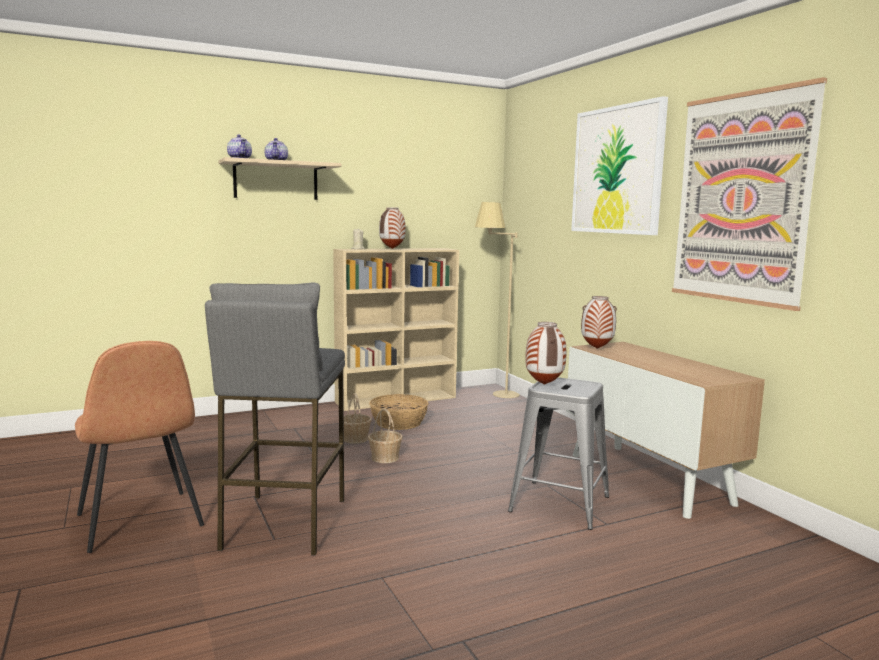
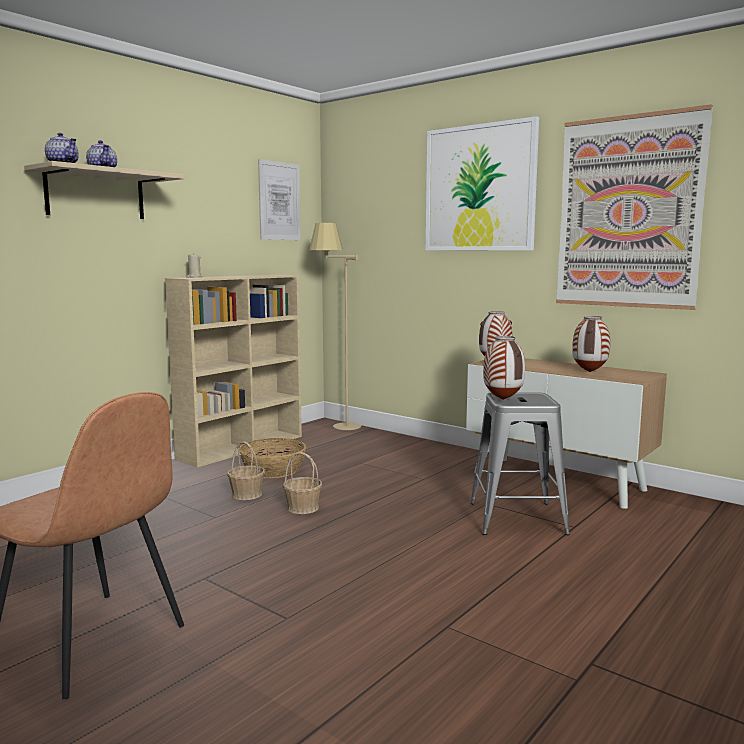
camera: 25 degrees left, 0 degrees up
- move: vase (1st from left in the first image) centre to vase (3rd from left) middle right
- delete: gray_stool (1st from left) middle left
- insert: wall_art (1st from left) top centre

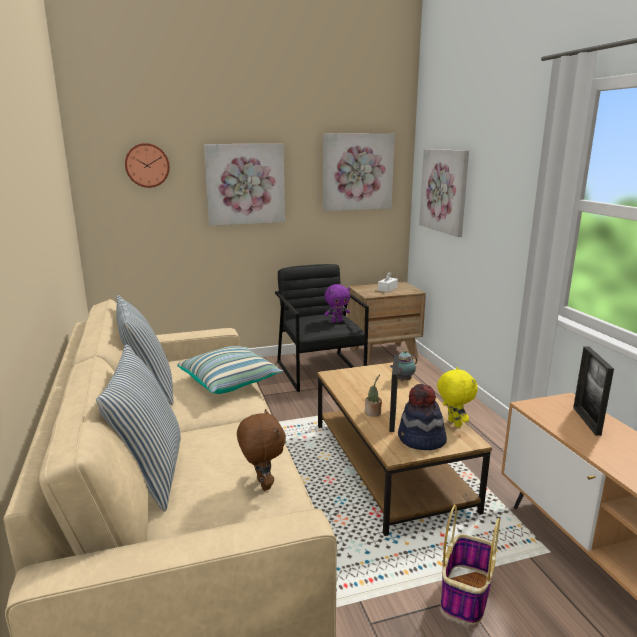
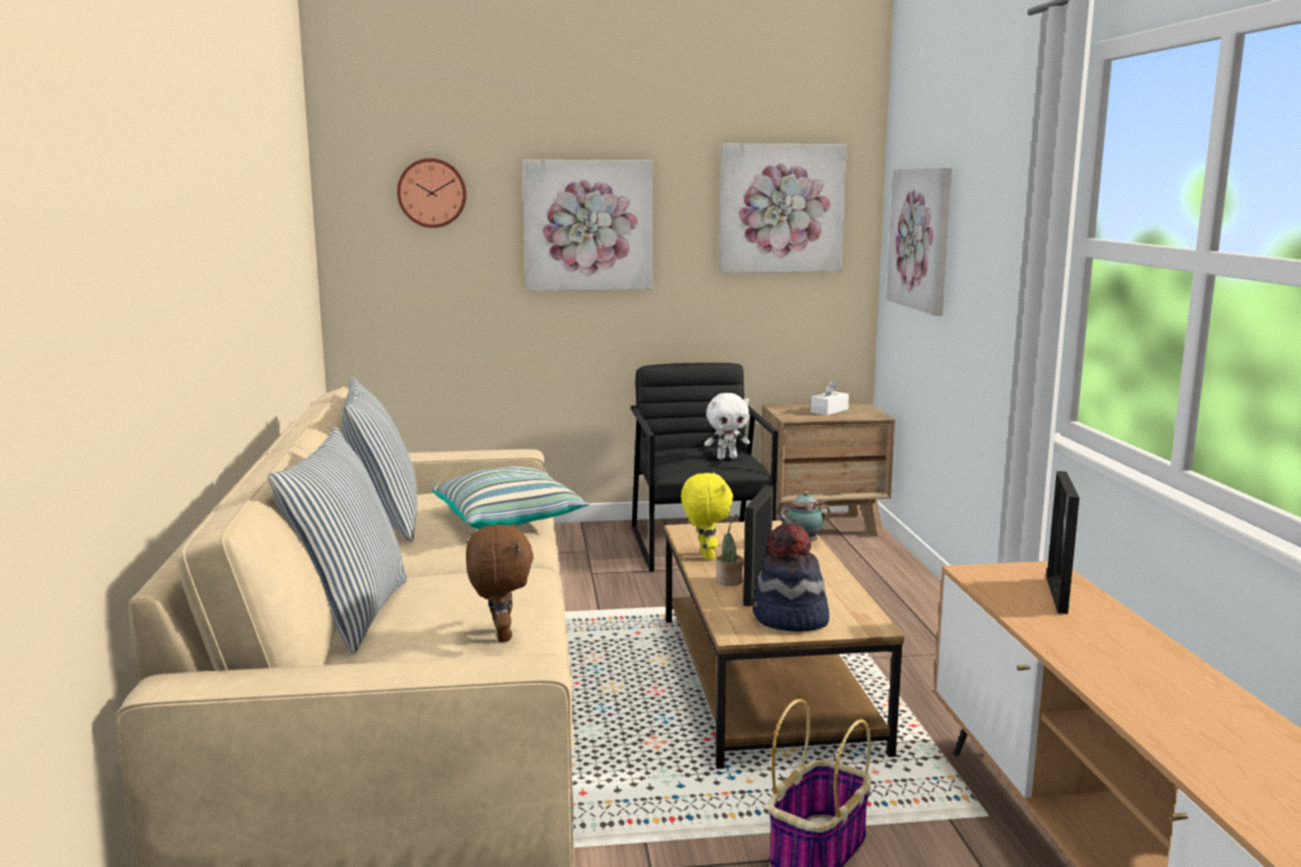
camera: 10 degrees right, 5 degrees down
- recolor: purplish_plush_toy centre to white_plush_toy centre
- move: yellowish_plush_toy middle right to centre

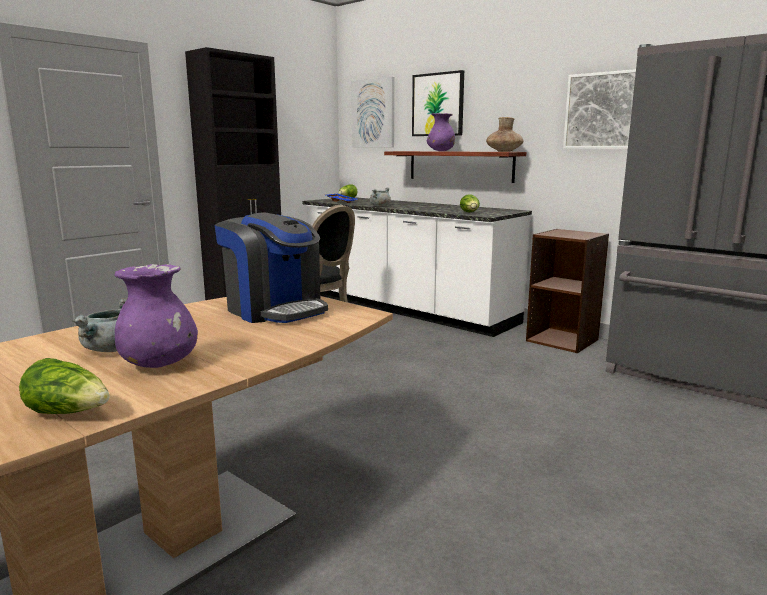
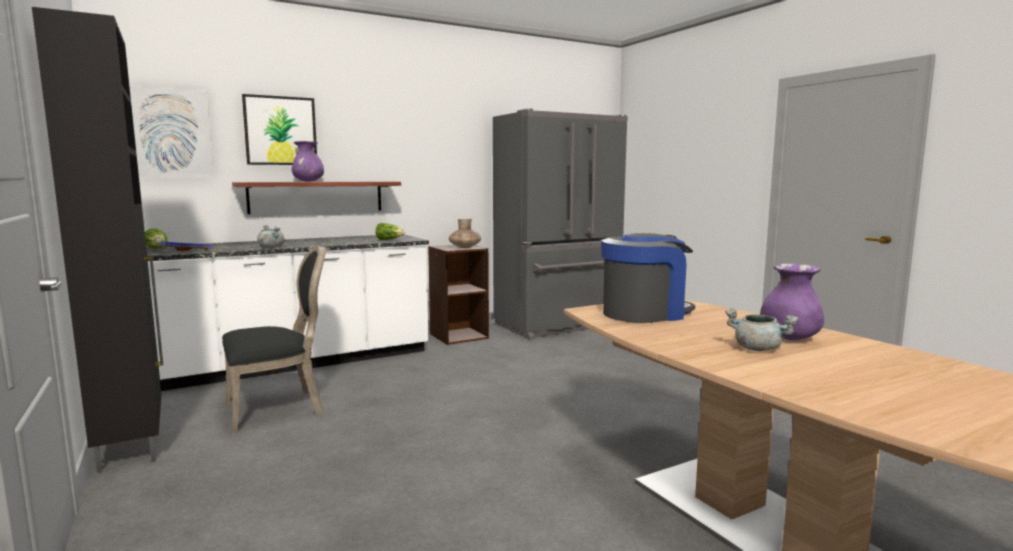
camera: 70 degrees left, 5 degrees down
- delete: wall_art (3rd from left) top right
- move: brown_vase top centre to centre
- delete: lettuce (1st from left) middle left

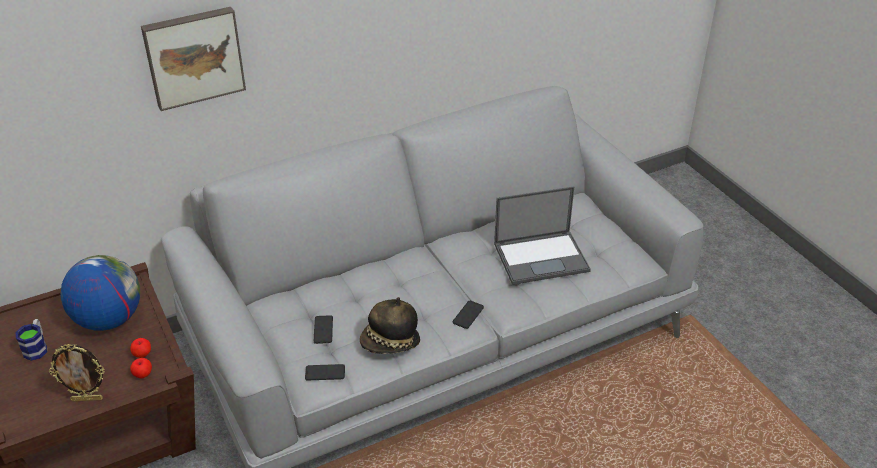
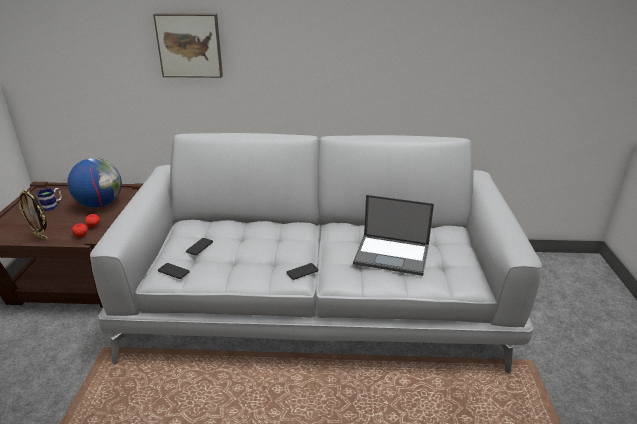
camera: 30 degrees right, 10 degrees down
- delete: hat bottom centre

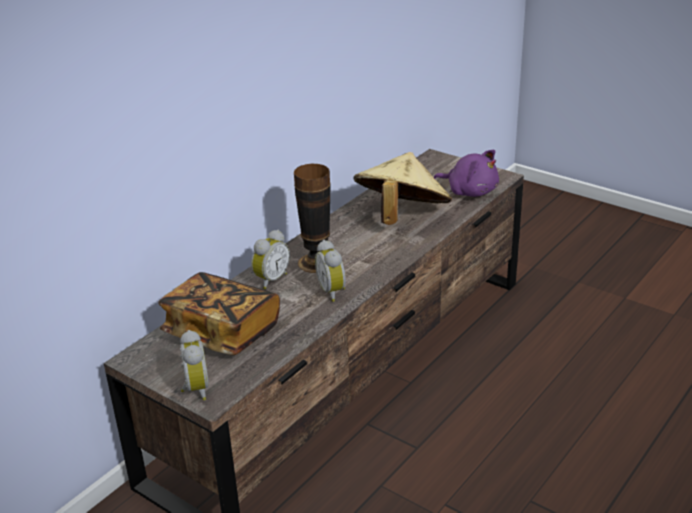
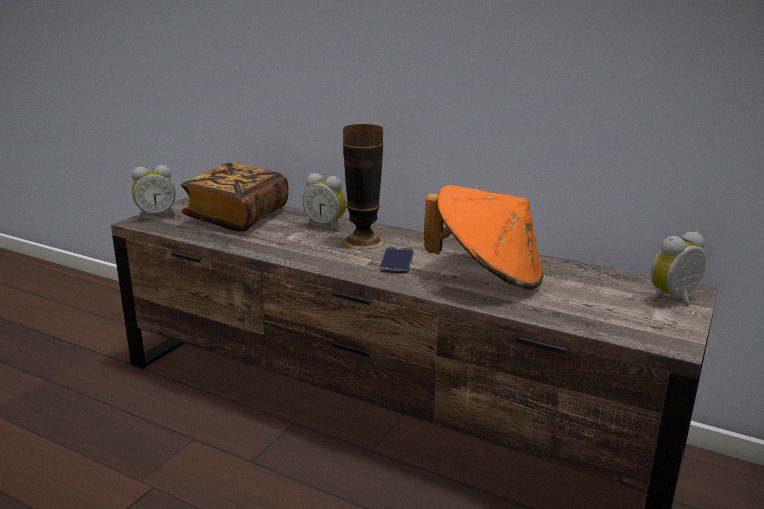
camera: 80 degrees right, 10 degrees down
- delete: purplish_plush_toy middle right
- recolor: sand-coloured_hat centre to orange_hat centre
- move: table_clock (3rd from left) centre to middle right
- insert: phone centre

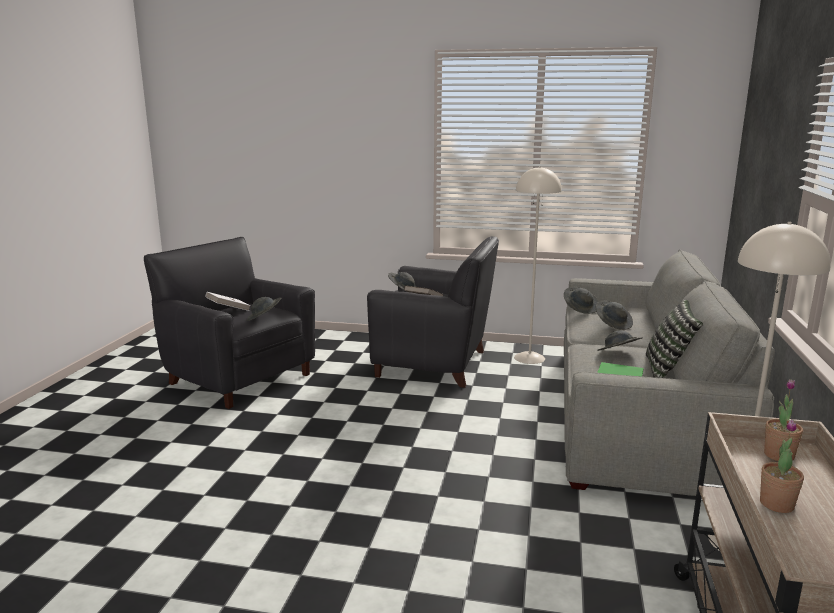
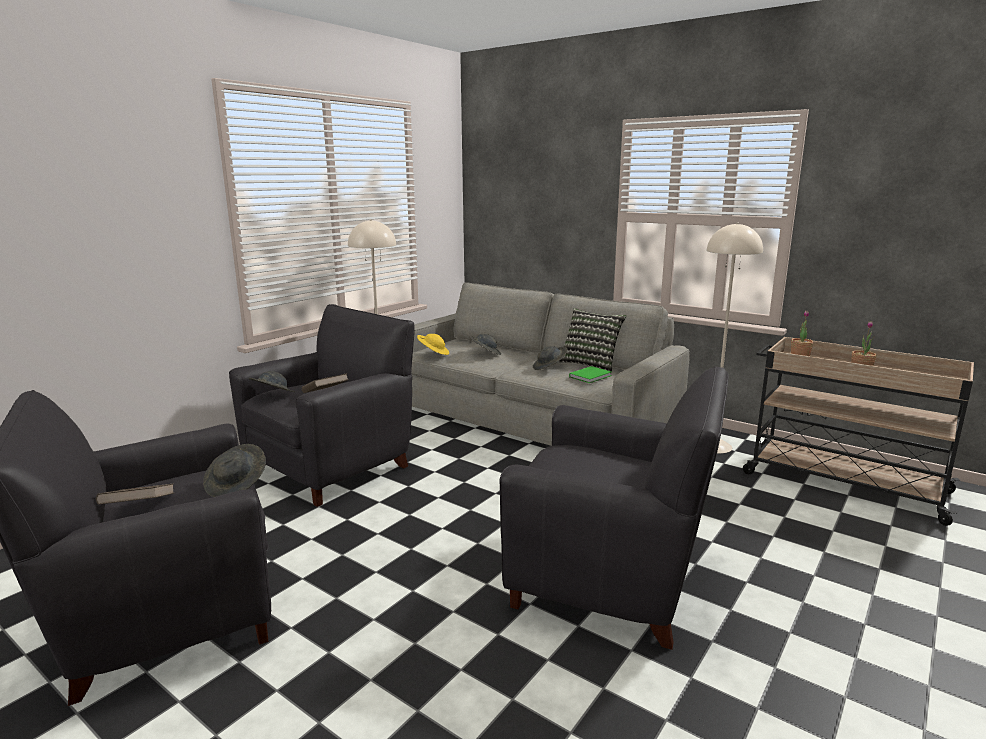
camera: 65 degrees left, 0 degrees up
- recolor: gray_hat (3rd from left) middle right to yellowish_hat centre
- recolor: white_volume middle left to brown_volume (1st from left) bottom left
- insert: black-coloured_easy_chair (3rd from left) bottom centre

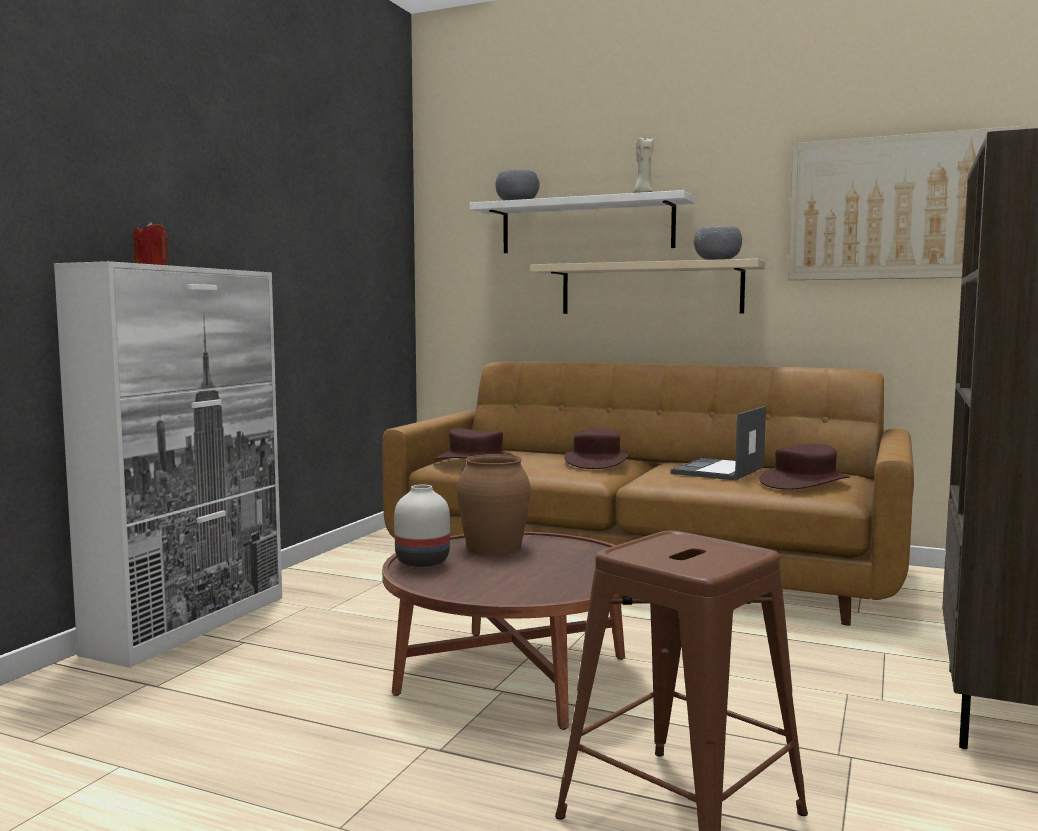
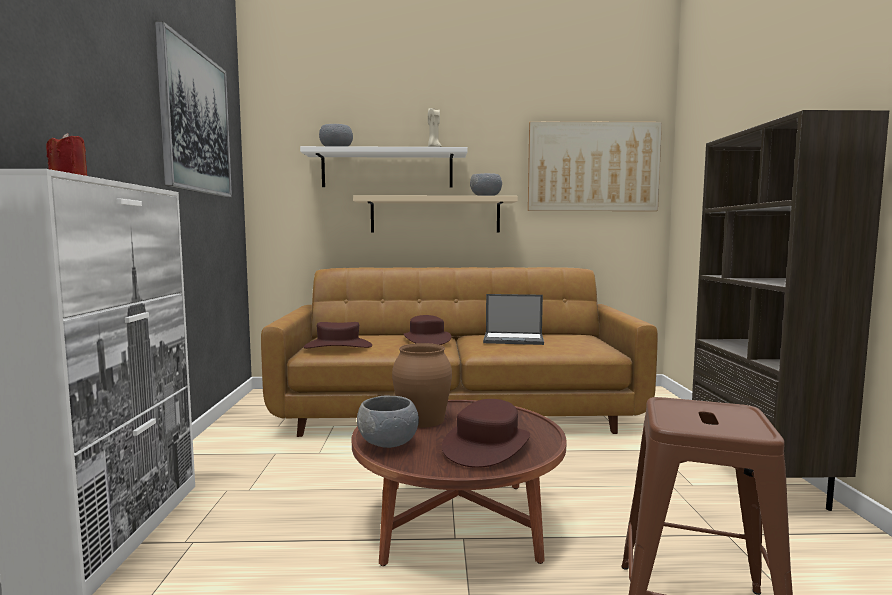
camera: 25 degrees left, 0 degrees up
- rotate: portable_computer middle right = centre 90 degrees counterclockwise
- move: brown_hat (3rd from left) middle right to bottom centre
- replace: white_vase centre to gray_bowl (2nd from left) bottom centre
- insert: wall_art (1st from left) top left

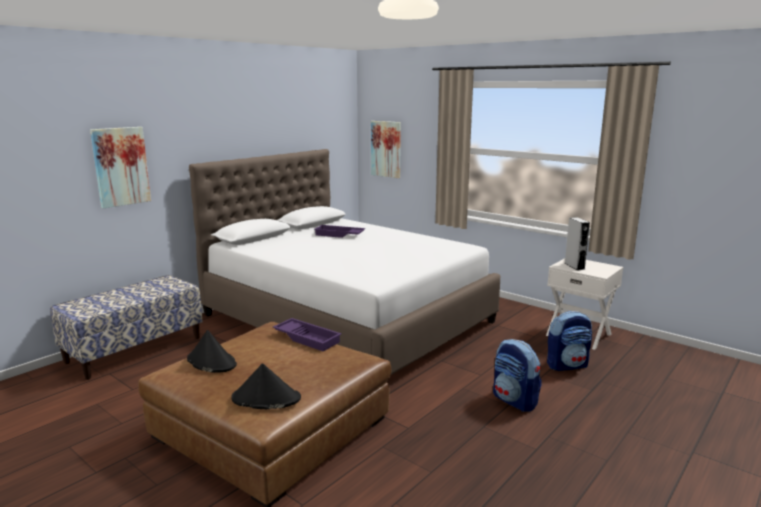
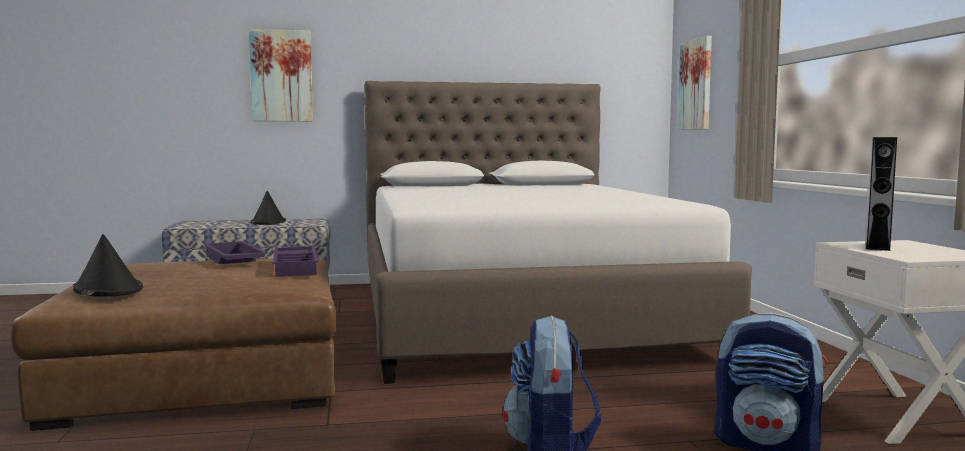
camera: 40 degrees right, 10 degrees down
- move: purplish_serving_tray (2nd from left in the first image) centre to purplish_serving_tray (1st from left) middle left
- move: black-coloured_hat (1st from left in the first image) bottom left to black-coloured_hat (2nd from left) middle left

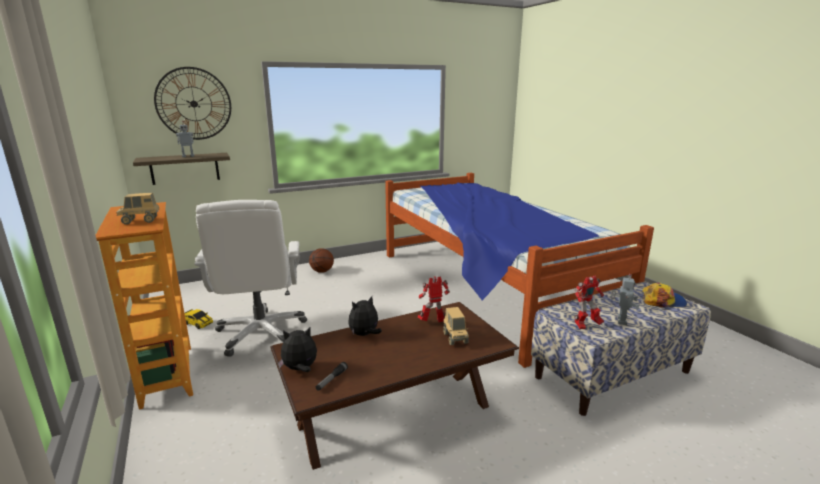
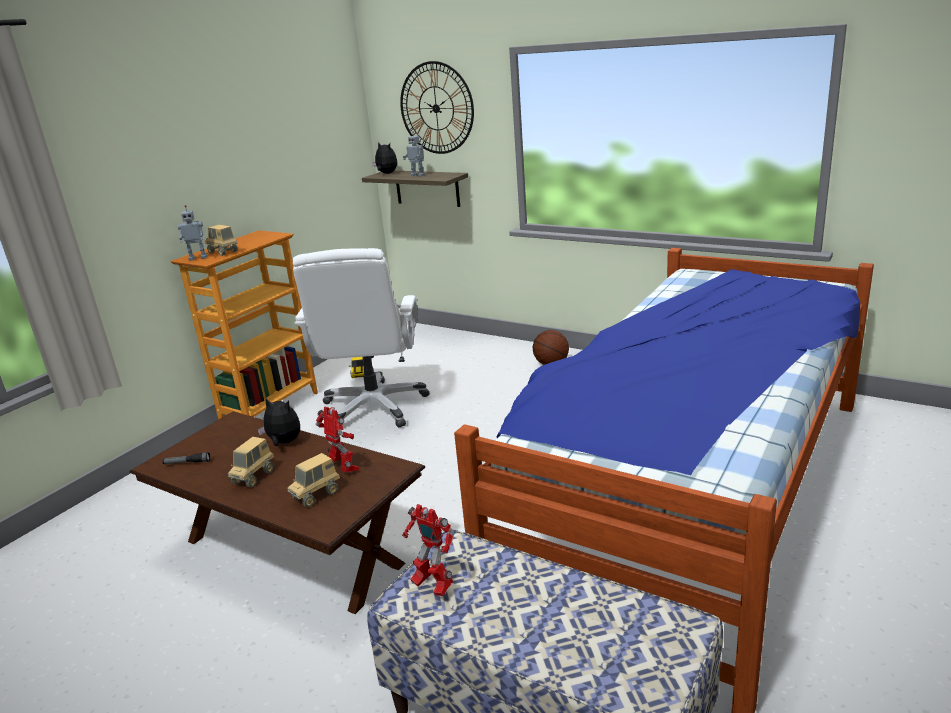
camera: 60 degrees right, 5 degrees up
- rotate: white_desk_chair middle left = centre 45 degrees counterclockwise
- move: model_robot (4th from left in the first image) middle right to model_robot (1st from left) top left
- delete: cap middle right
- move: plush_toy (1st from left in the first image) bottom centre to plush_toy (2nd from left) top centre
- insert: model_truck (2nd from left) middle left

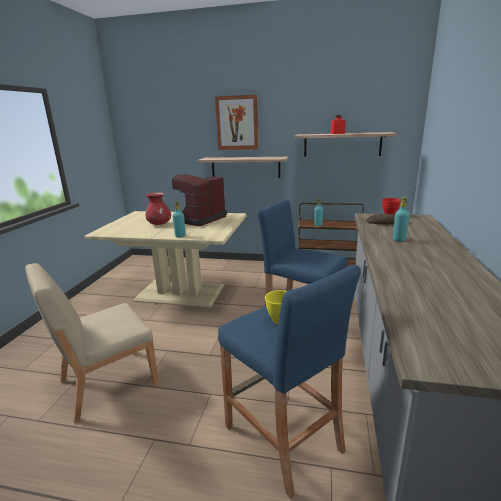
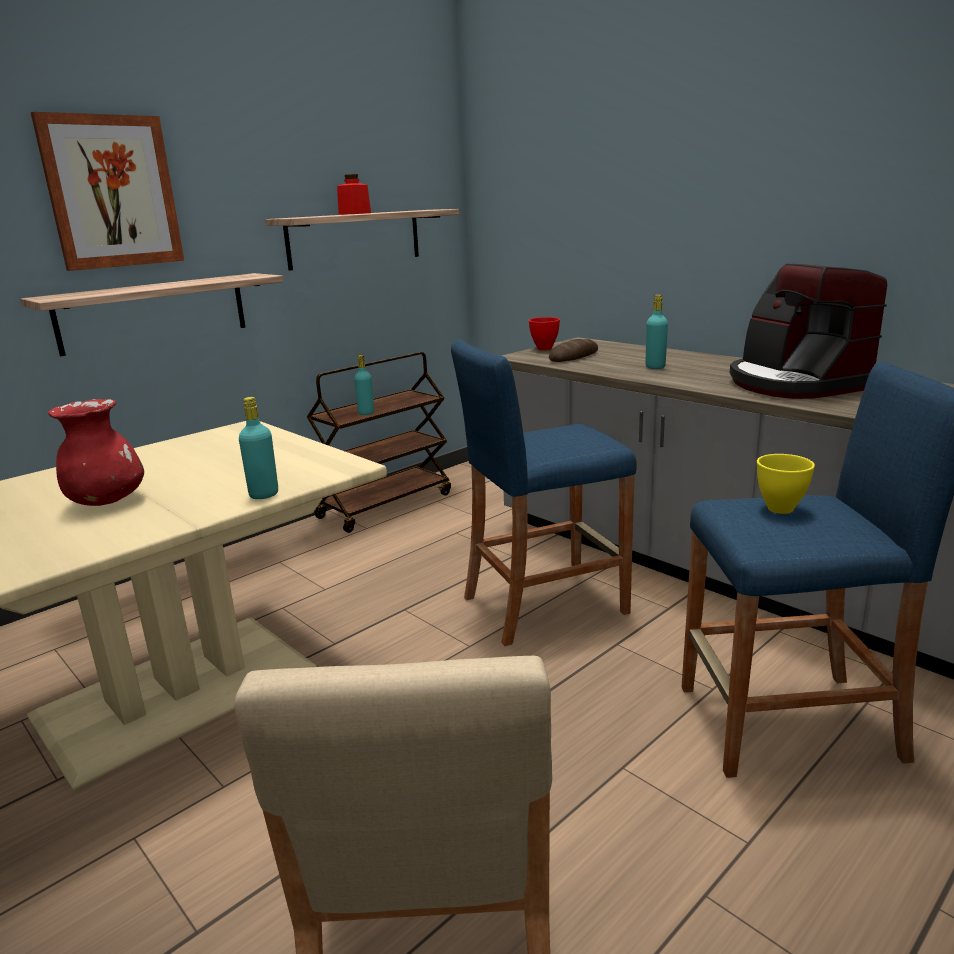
camera: 55 degrees left, 0 degrees up
- move: coffee_maker centre to middle right

